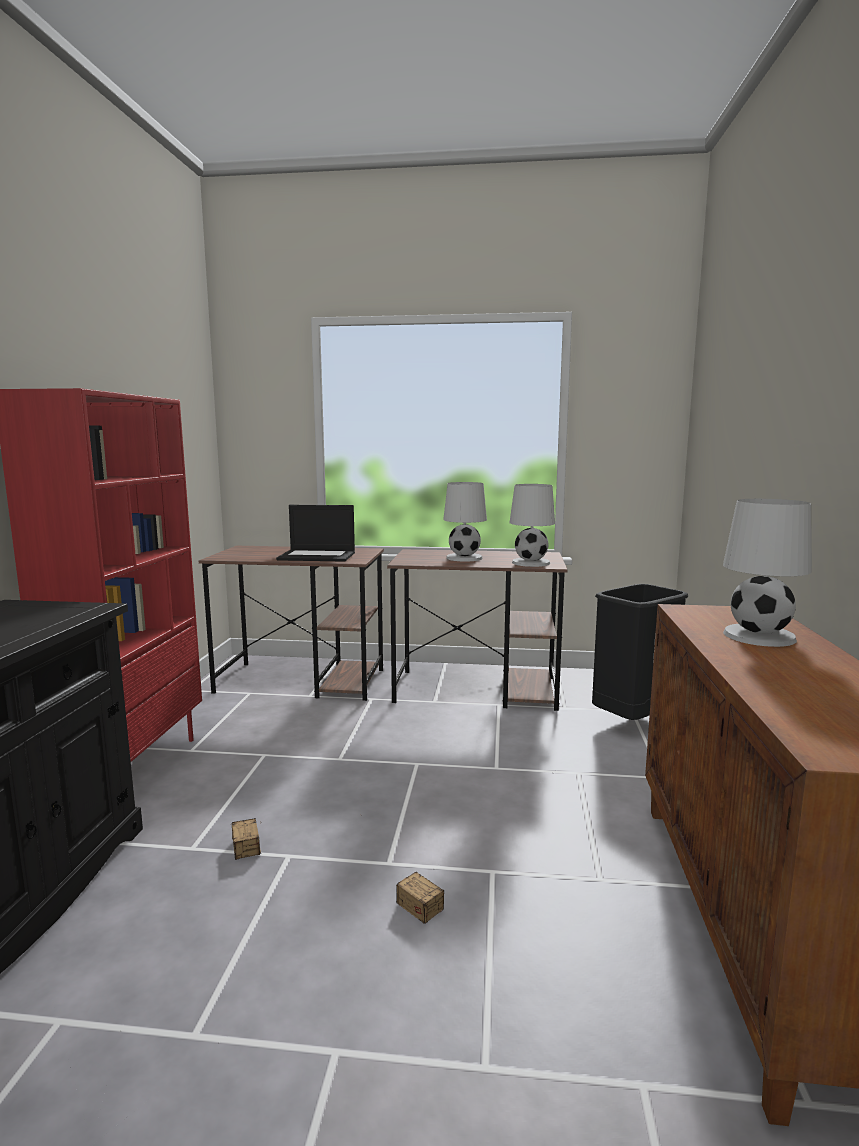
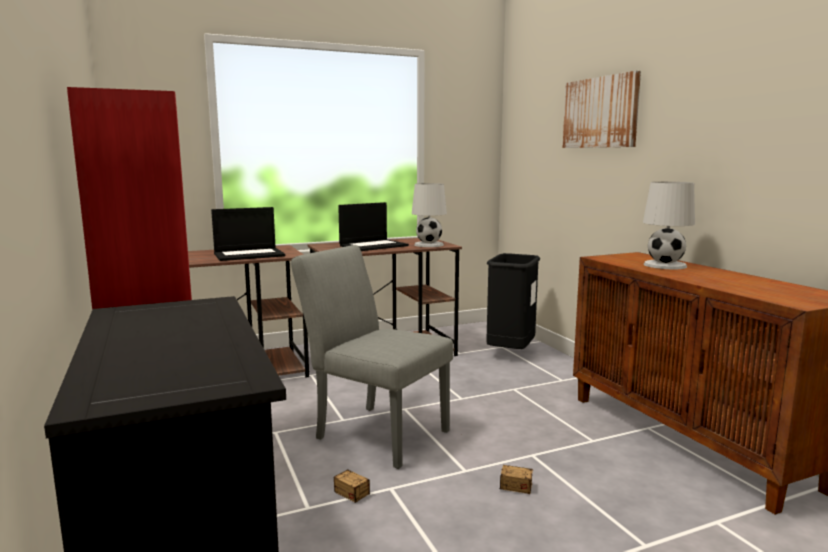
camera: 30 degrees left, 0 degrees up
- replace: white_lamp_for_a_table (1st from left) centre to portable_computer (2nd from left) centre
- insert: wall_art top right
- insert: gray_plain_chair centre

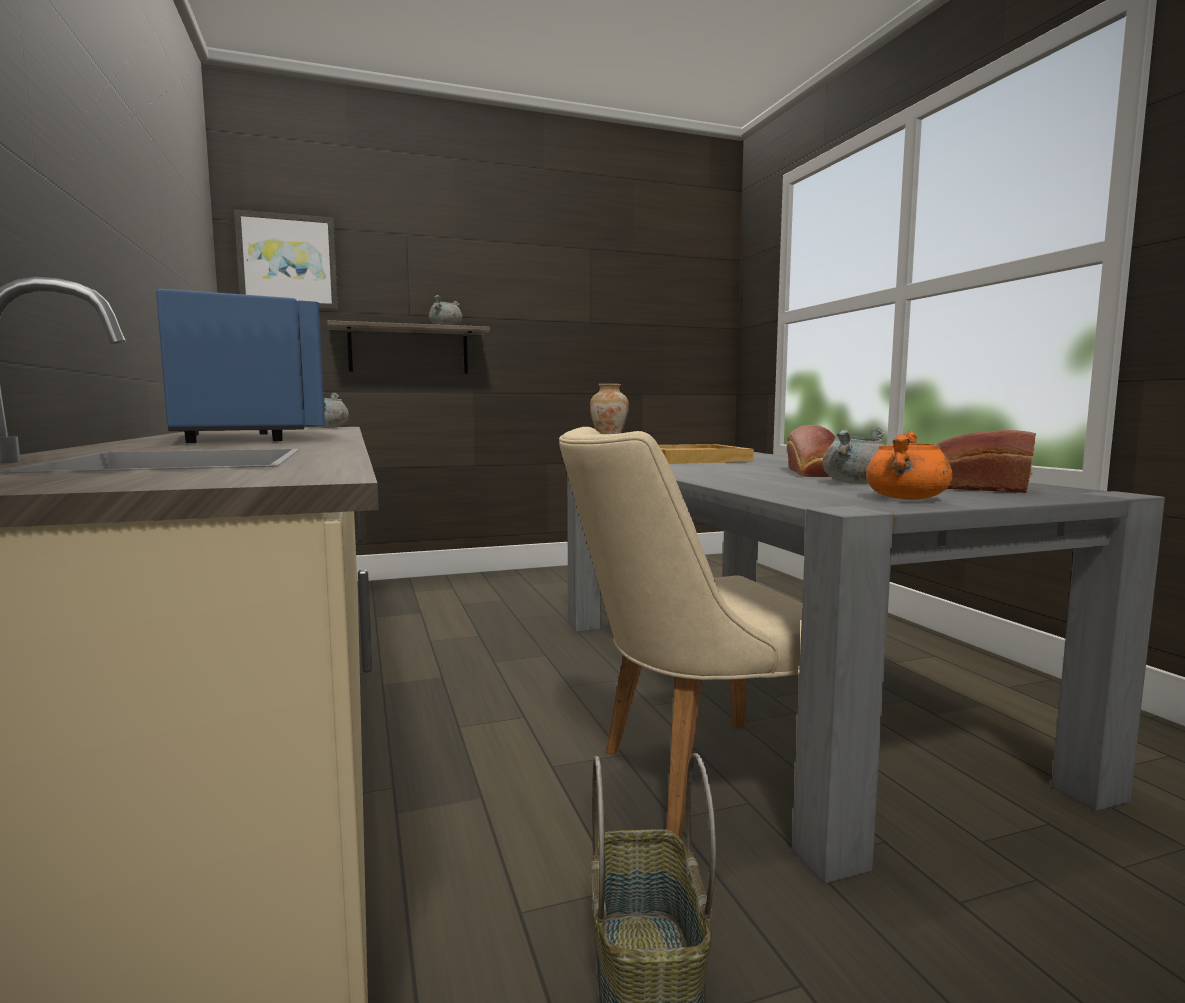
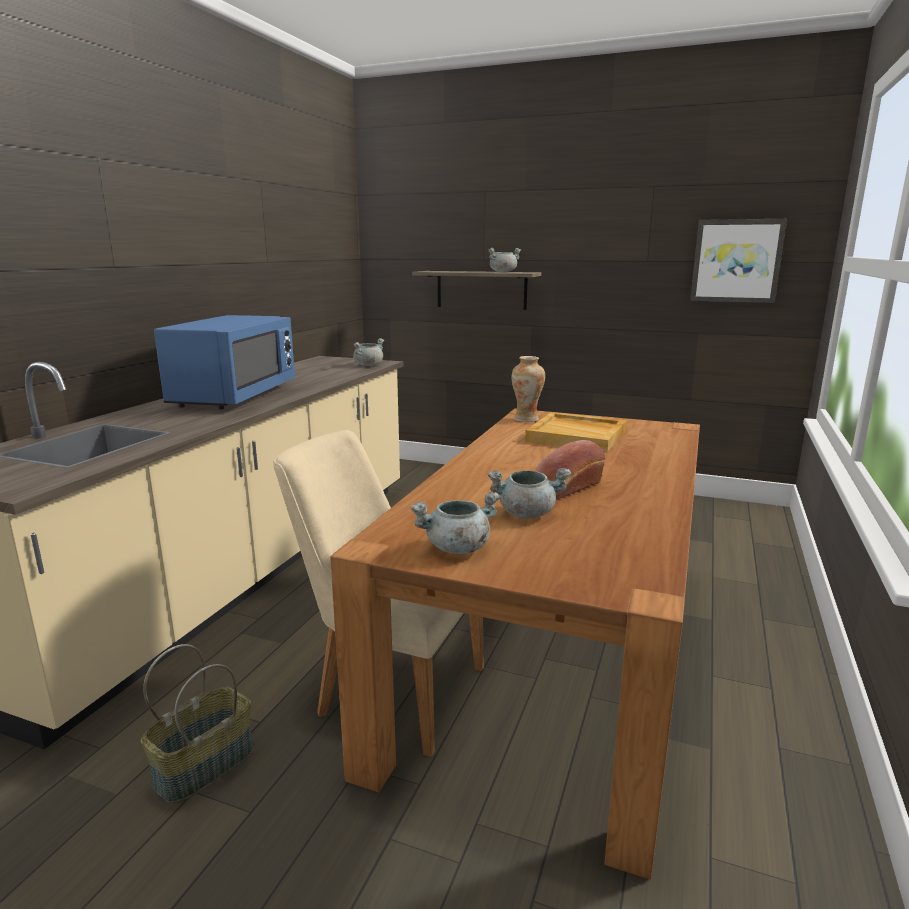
camera: 40 degrees right, 10 degrees up
- move: wall_art top left to top right
- delete: baked_bread (2nd from left) middle right
- recolor: orange_saucepot middle right to gray_saucepot (2nd from left) centre
- recolor: gray_dining_table middle right to brown_dining_table bottom centre

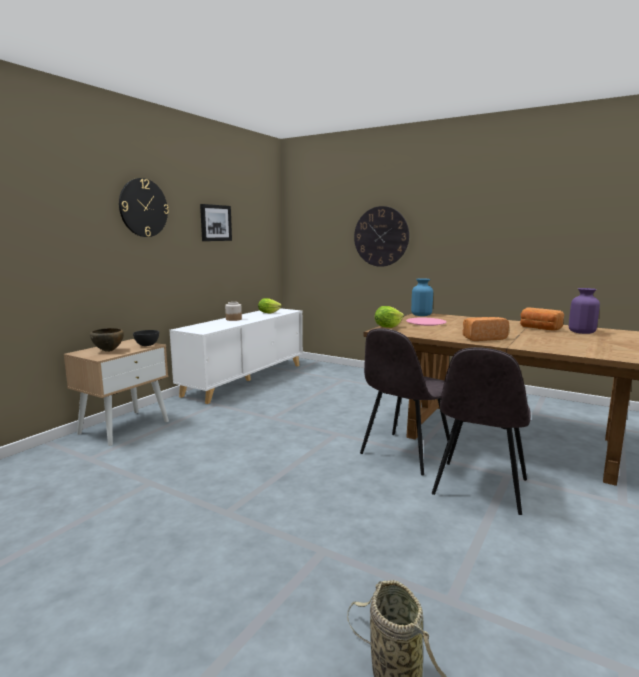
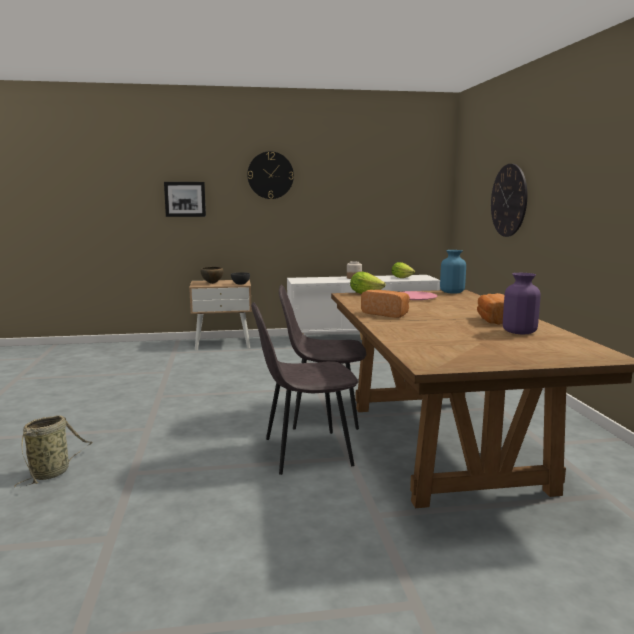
camera: 50 degrees right, 0 degrees up
- move: wall_art top centre to top left

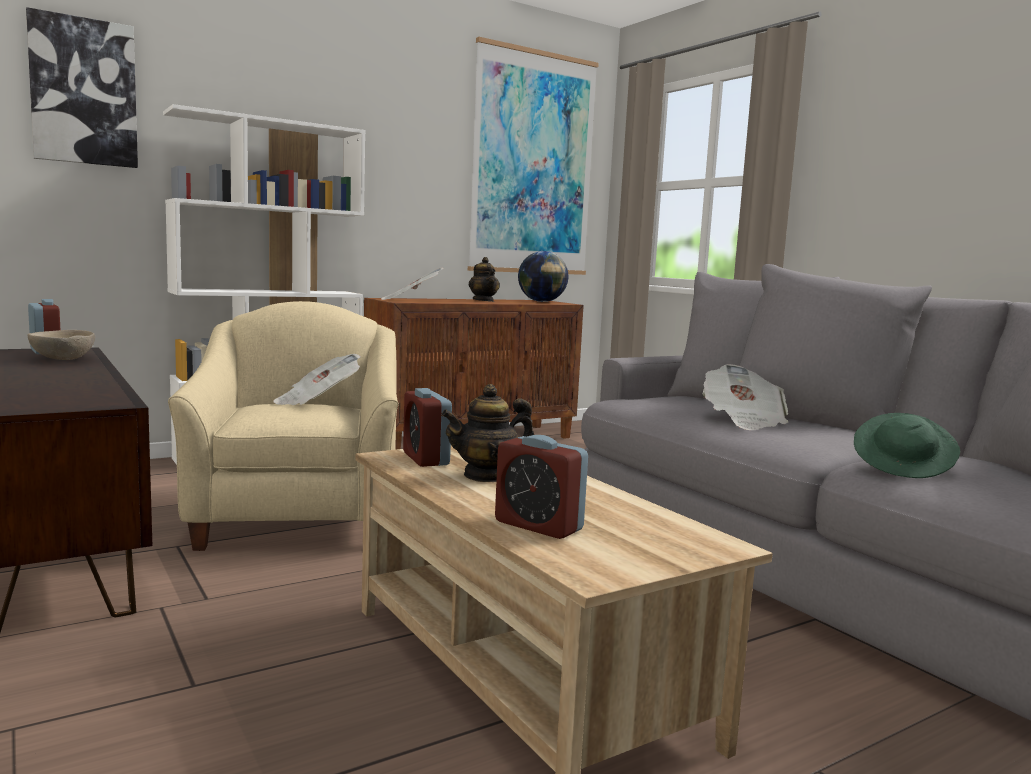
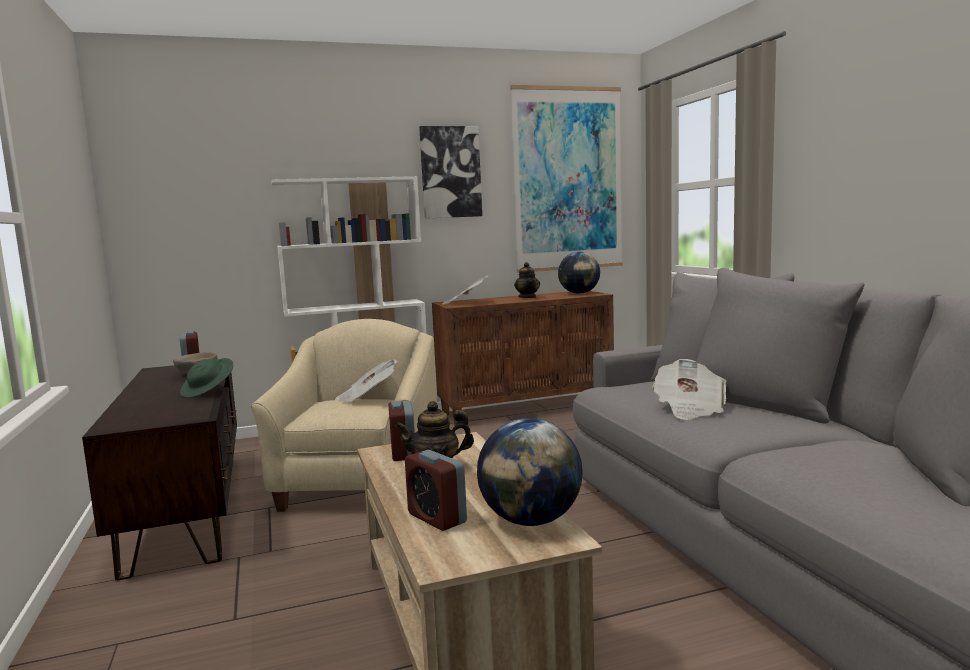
camera: 15 degrees right, 0 degrees up
- move: wall_art (1st from left) top left to top centre
- move: green_hat middle right to middle left
- insert: globe (1st from left) bottom centre

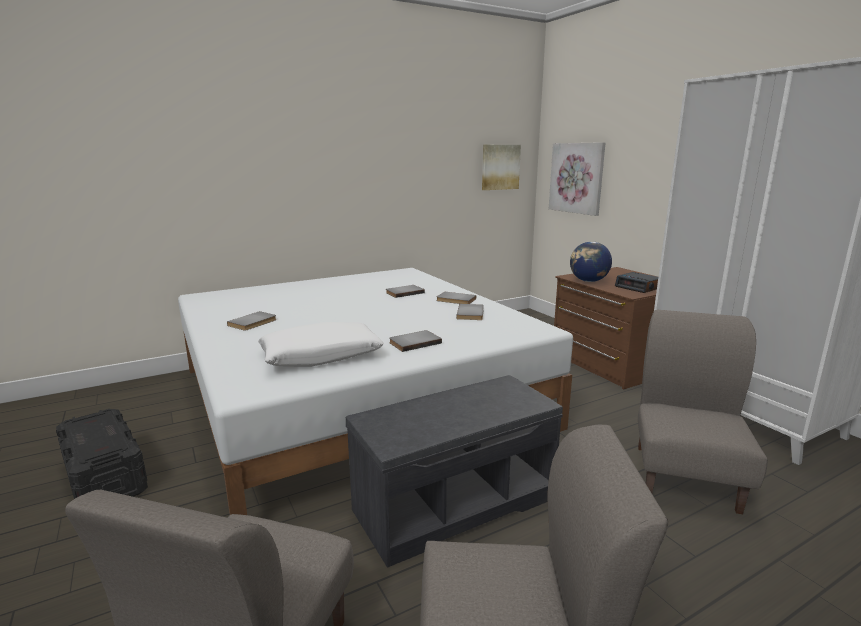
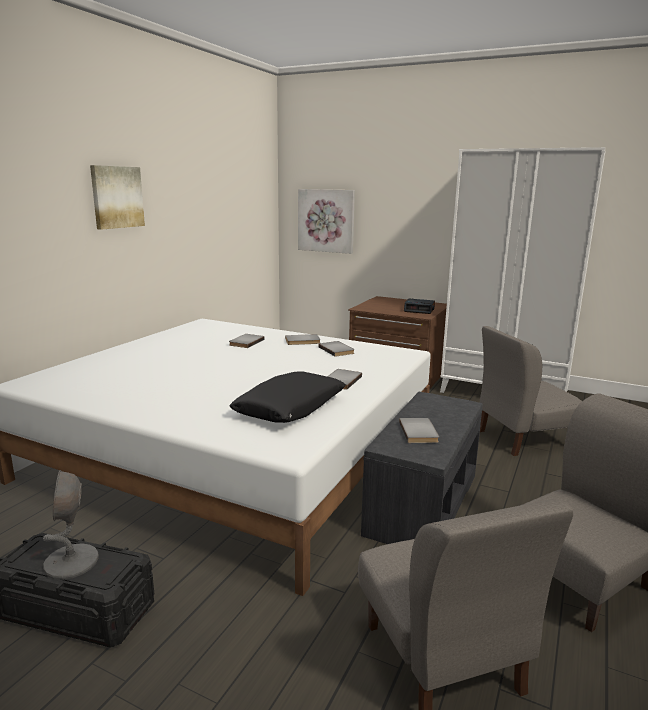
camera: 35 degrees left, 0 degrees up
- move: wall_art (1st from left) top centre to top left
- delete: globe middle right
- rotate: gray_plain_chair (3rd from left in the first image) middle right = middle right 90 degrees counterclockwise
- move: gray_volume (1st from left in the first image) middle left to gray_volume (5th from left) centre
- recolor: white_pillow centre to black-coloured_pillow centre
- insert: gray_lamp_for_a_table bottom left

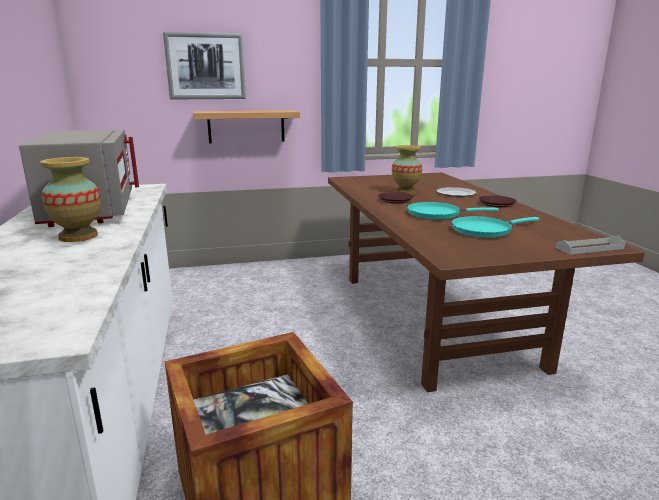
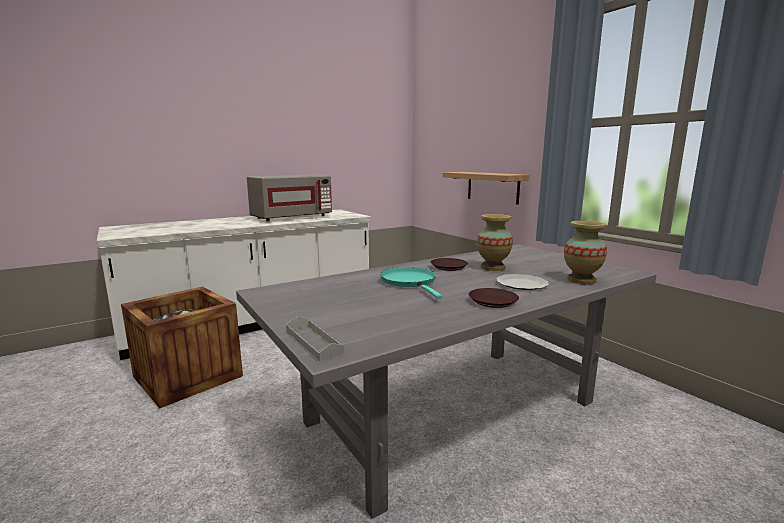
camera: 70 degrees right, 5 degrees down
- delete: wall_art top left
- move: vase (1st from left in the first image) middle left to vase (2nd from left) middle right
- recolor: brown_dining_table middle right to gray_dining_table bottom centre
- delete: turquoise_pan (2nd from left) middle right

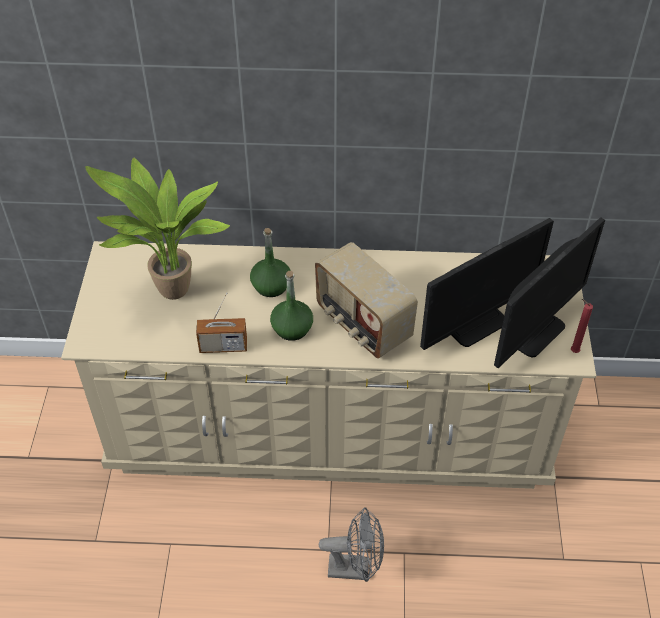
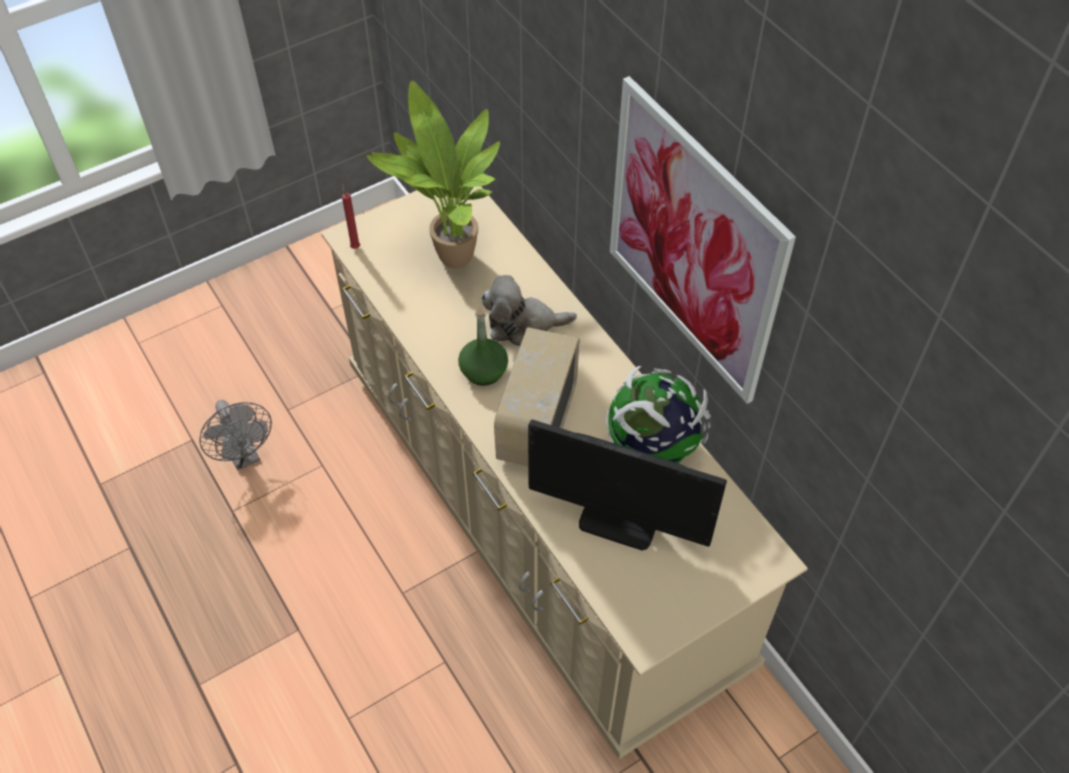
camera: 55 degrees right, 5 degrees up
- delete: computer_screen (2nd from left) middle right
- replace: green_beverage_bottle (1st from left) centre to plush_toy centre
- delete: radio_set (1st from left) centre
- move: red-coloured_wax_light middle right to top left
- move: gray_electric_fan bottom centre to middle left
- insert: wall_art top centre
- insert: globe centre

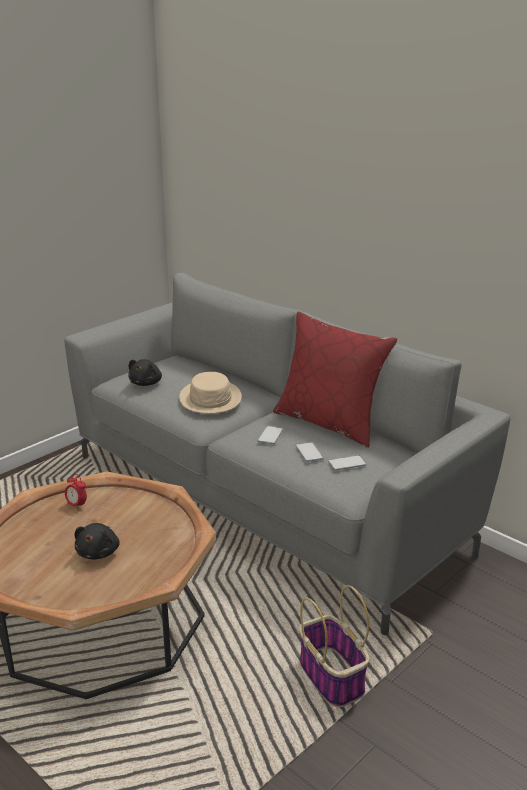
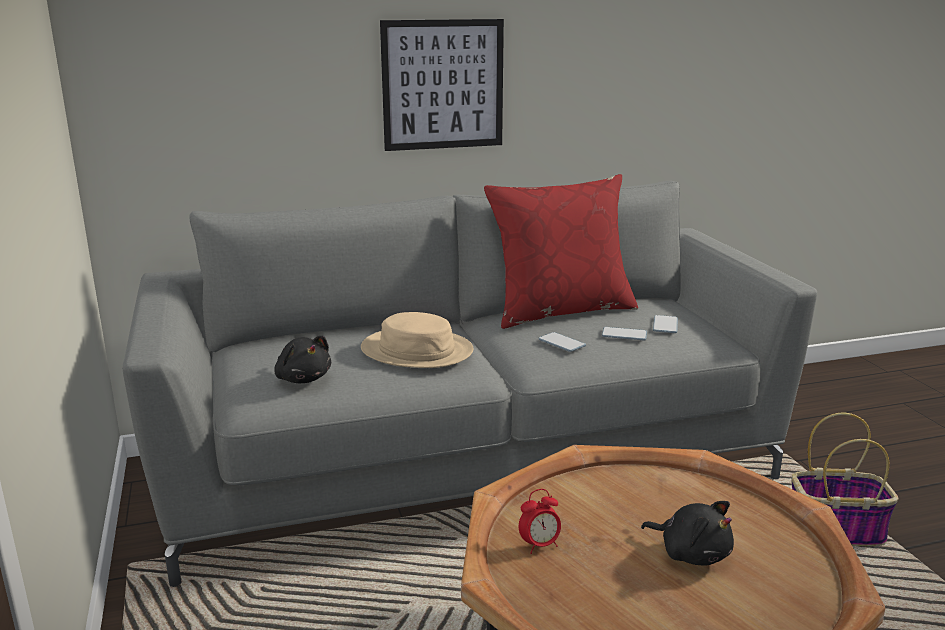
camera: 60 degrees left, 5 degrees down
- insert: wall_art top centre

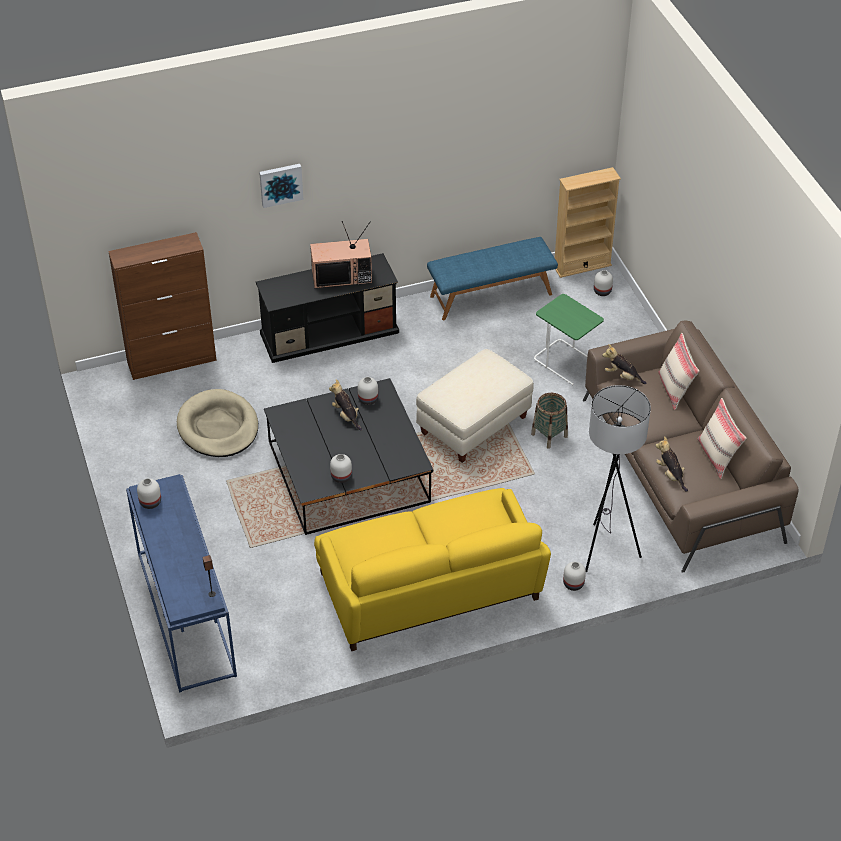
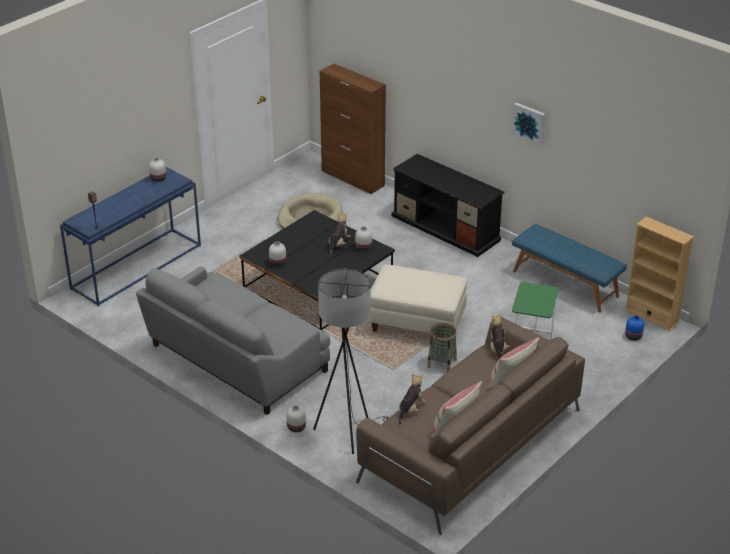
camera: 60 degrees right, 10 degrees down
- move: wall_art top centre to top right
- delete: TV top centre
- recolor: white_vase (5th from left) middle right to blue-coloured_vase middle right
- recolor: yellowish_couch bottom centre to gray_couch middle left

